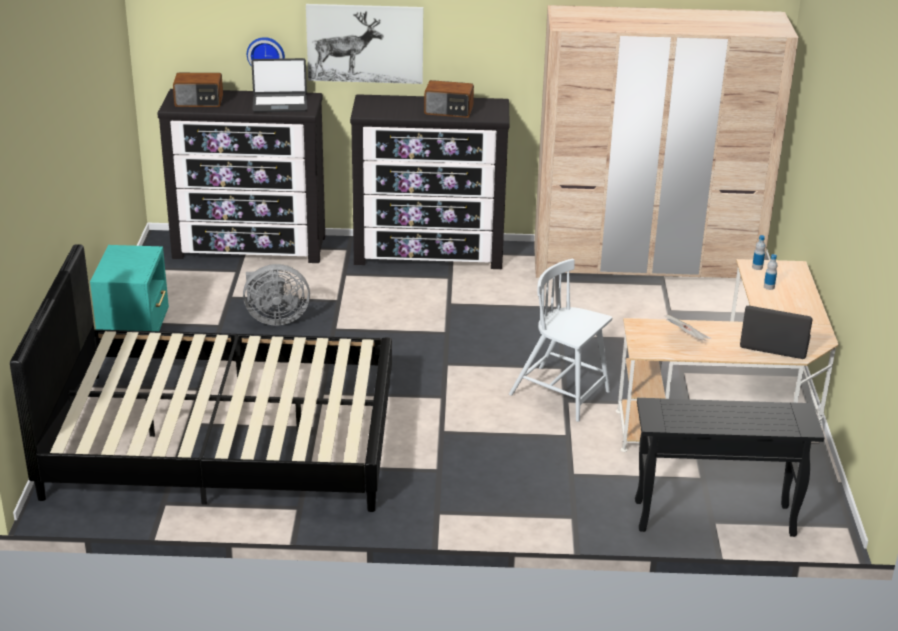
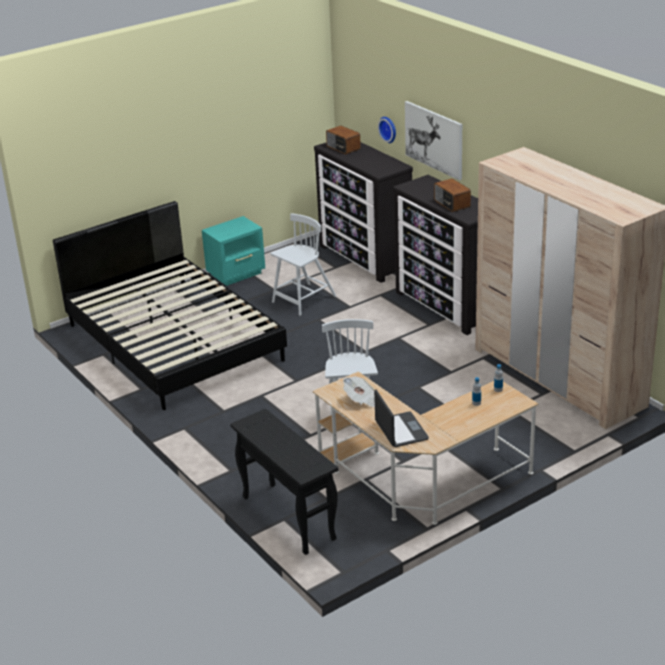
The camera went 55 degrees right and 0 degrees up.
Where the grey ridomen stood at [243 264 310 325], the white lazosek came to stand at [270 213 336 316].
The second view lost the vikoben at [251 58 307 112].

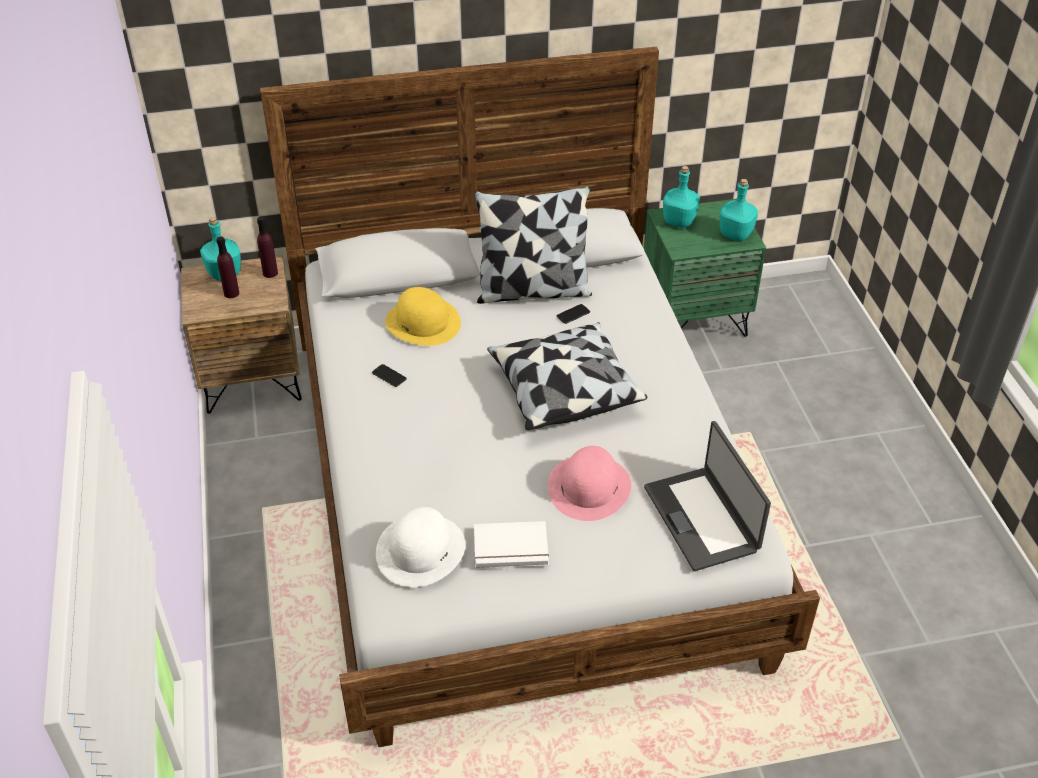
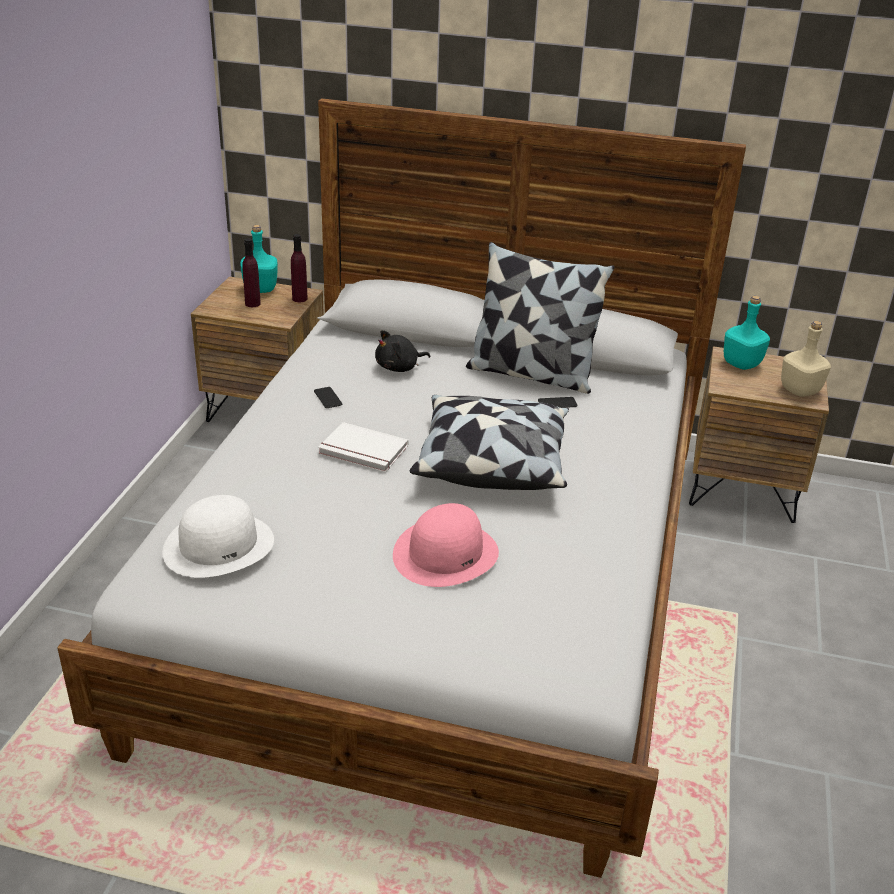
The camera went 25 degrees right and 10 degrees down.
Where the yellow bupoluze stood at [385 287 461 346], the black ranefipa came to stand at [375 330 430 372].
The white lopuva ended up elsewhere, having gone from [474 521 549 569] to [318 422 409 472].
What was the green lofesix at [644 199 766 337] turned into the brown lofesix at [689 346 829 523].
The second view lost the vikoben at [644 421 771 571].
What was the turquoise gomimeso at [720 179 758 241] turned into the beige gomimeso at [781 321 831 397].

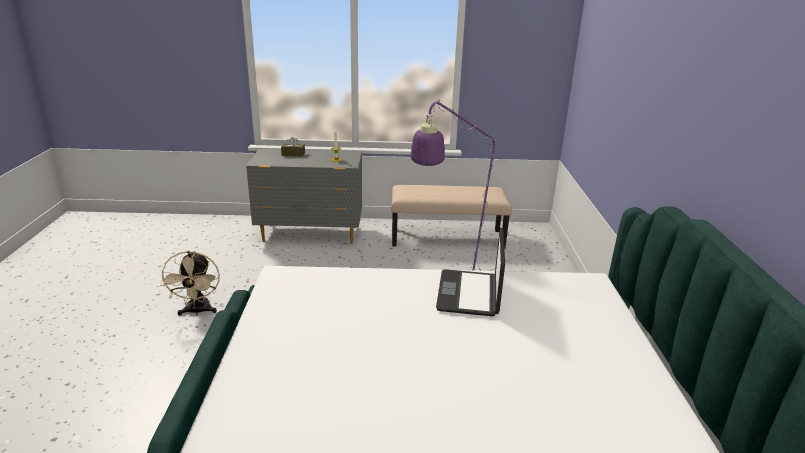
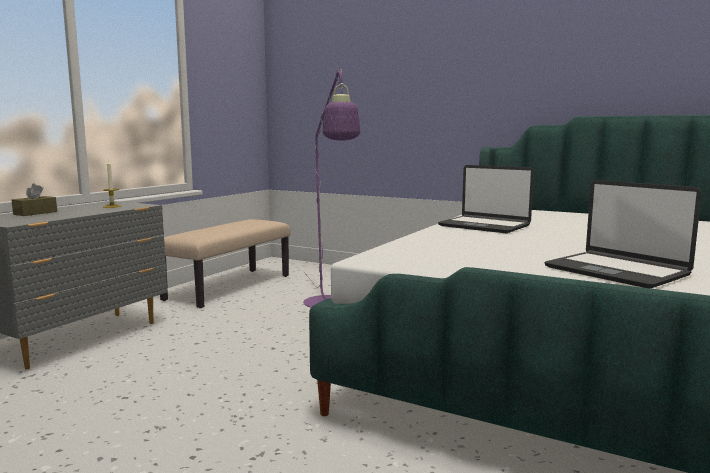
The camera went 60 degrees left and 15 degrees down.
The second view lost the beige ridomen at [160 251 220 316].
The second view gained the vikoben at [544 180 702 288].

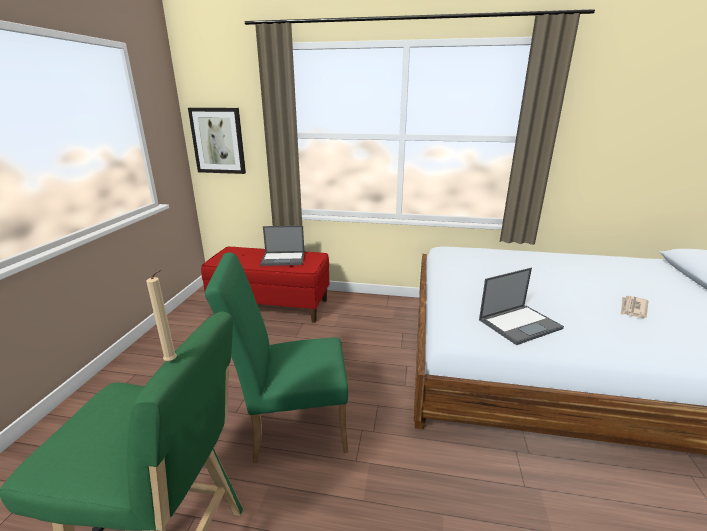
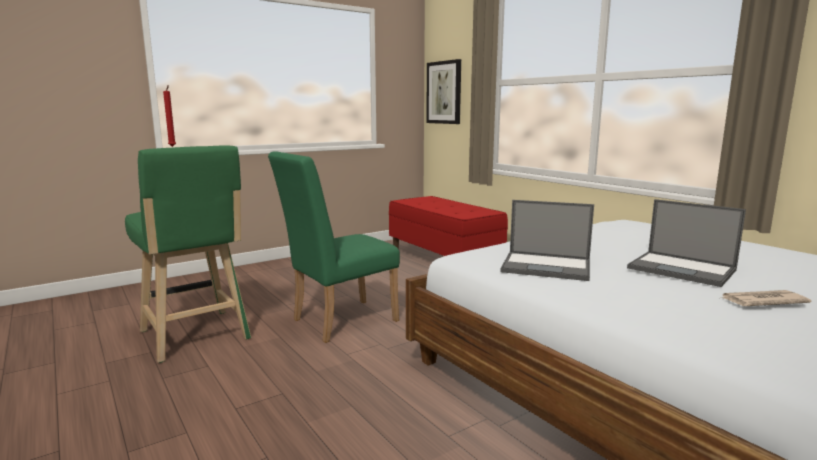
The camera went 45 degrees right and 10 degrees down.
What was the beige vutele at [146 269 177 361] turned into the red vutele at [163 85 176 147].
The green lazosek at [204 253 348 462] ended up facing another way, 75 degrees counterclockwise from before.
The vikoben ended up elsewhere, having gone from [260 226 305 266] to [627 199 746 287].

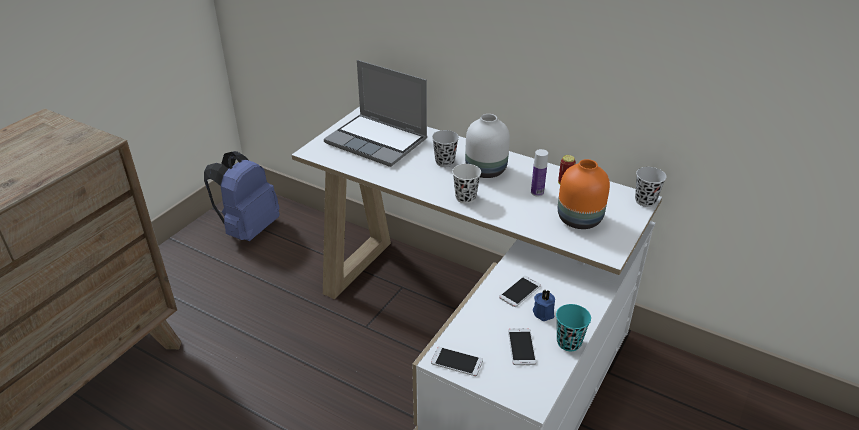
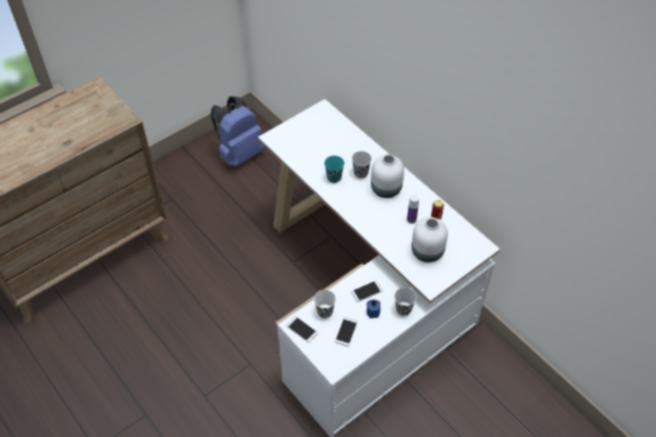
The camera went 20 degrees right and 15 degrees up.
The second view lost the vikoben at [324 60 427 167].
The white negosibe ended up elsewhere, having gone from [452 164 481 204] to [314 290 336 318].
The turquoise negosibe ended up elsewhere, having gone from [556 304 591 351] to [324 156 344 183].
What was the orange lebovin at [558 159 610 229] turned into the white lebovin at [412 217 448 263].
The black negosibe ended up elsewhere, having gone from [635 167 666 207] to [394 287 417 316].

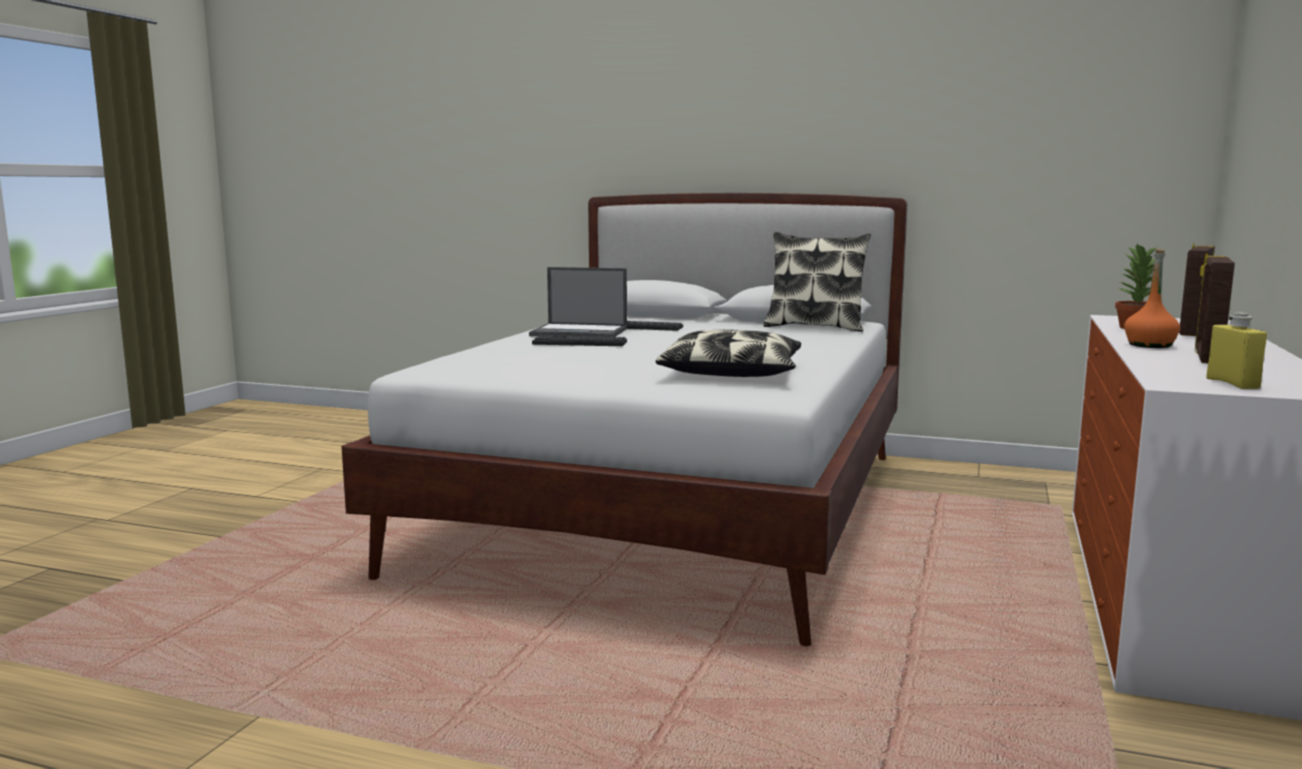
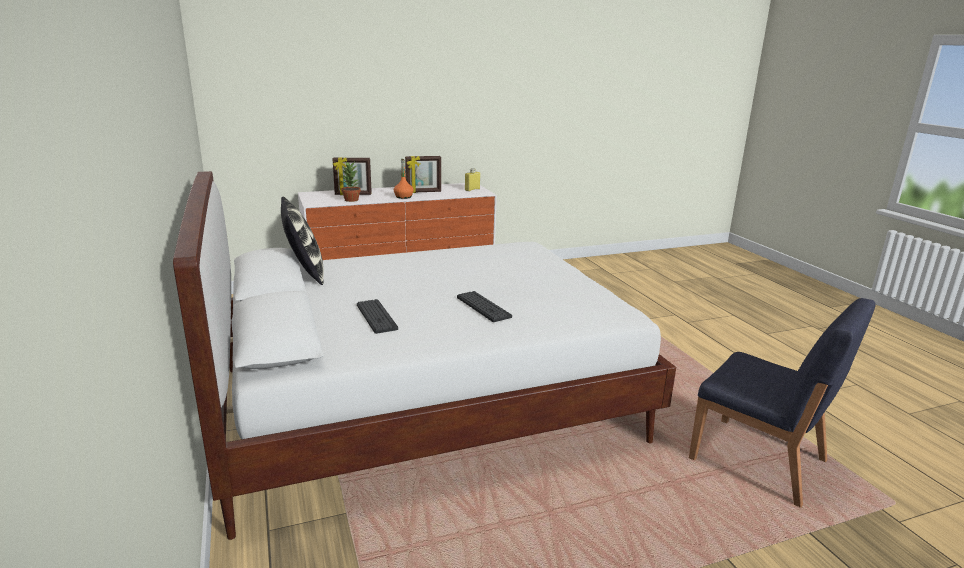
The camera went 130 degrees left and 10 degrees up.
The second view lost the vikoben at [529 267 627 337].
The second view lost the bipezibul at [656 330 801 377].
The second view gained the blue lazosek at [689 298 876 508].

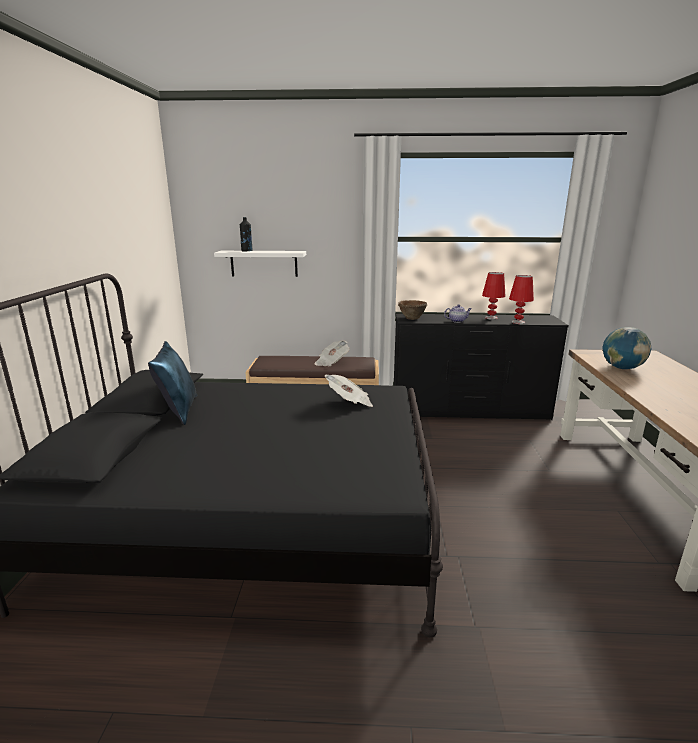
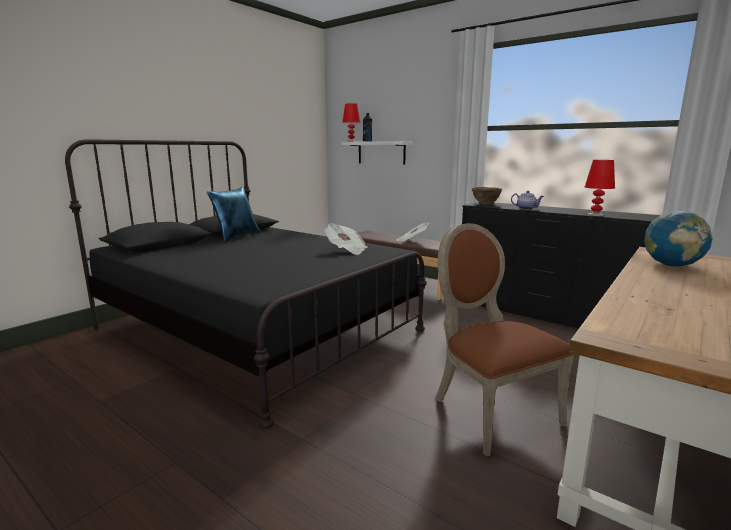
The camera went 35 degrees right and 5 degrees down.
The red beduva ended up elsewhere, having gone from [482 272 506 320] to [342 103 360 142].
The second view gained the brown lazosek at [434 223 574 457].

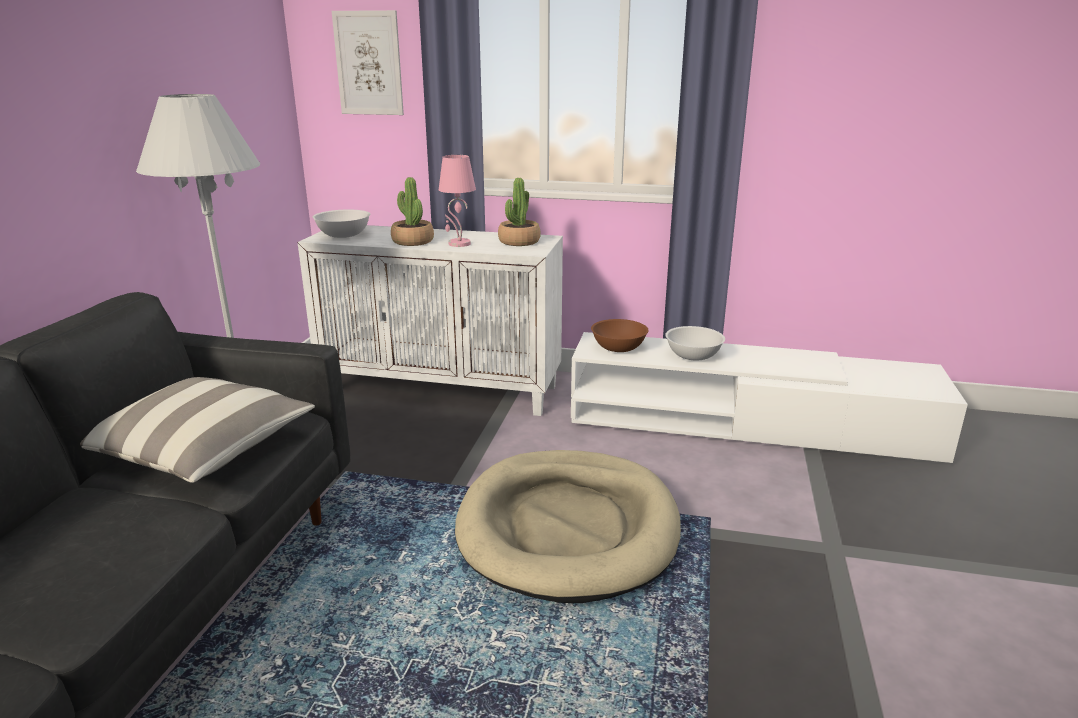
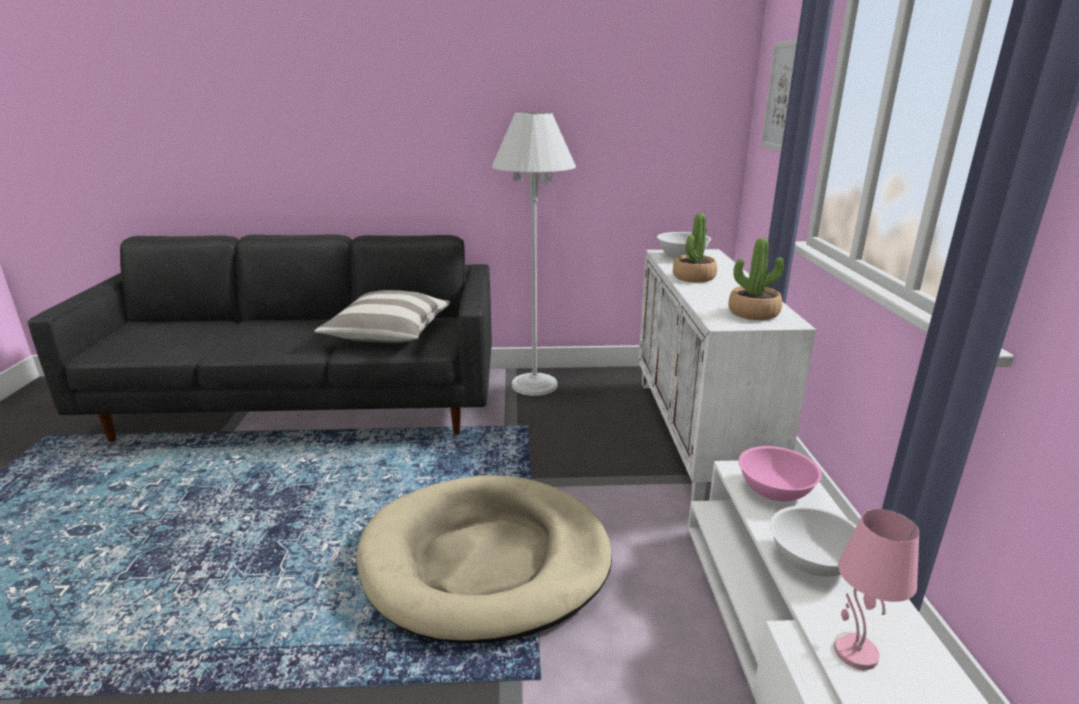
The camera went 75 degrees right and 0 degrees up.
The pink beduva ended up elsewhere, having gone from [439 155 476 247] to [834 509 919 670].
What was the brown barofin at [591 319 649 352] turned into the pink barofin at [739 446 822 501].

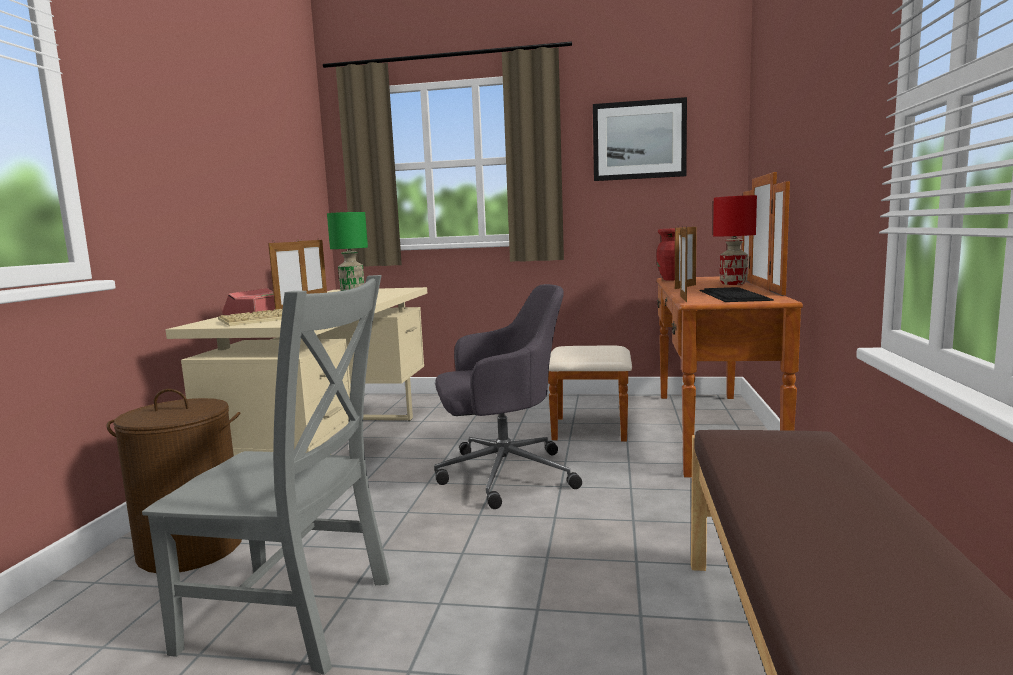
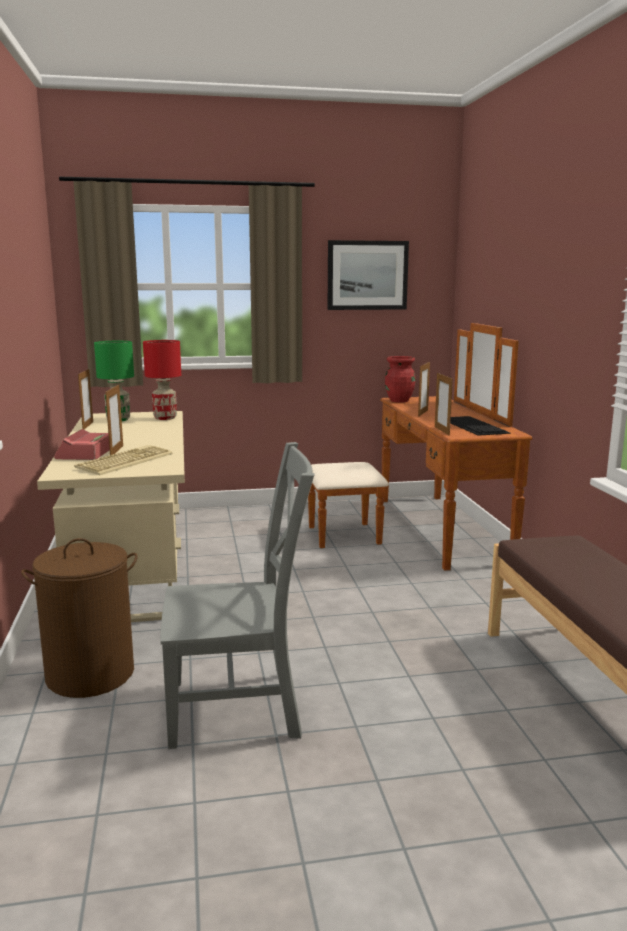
The camera went 20 degrees left and 5 degrees up.
The second view lost the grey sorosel at [434 284 582 509].
The red beduva ended up elsewhere, having gone from [713 195 757 285] to [143 340 181 420].

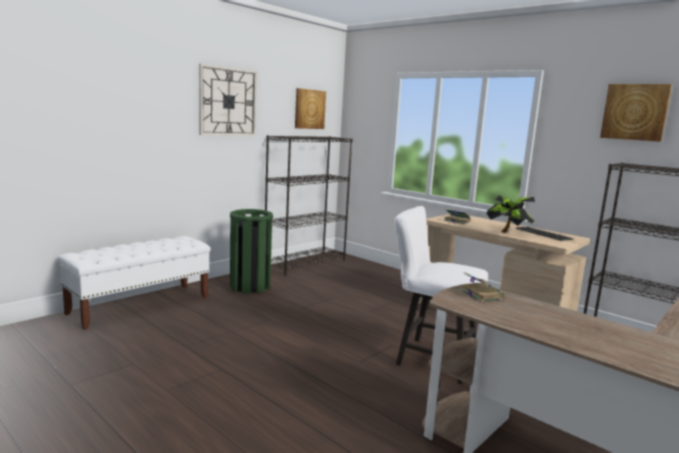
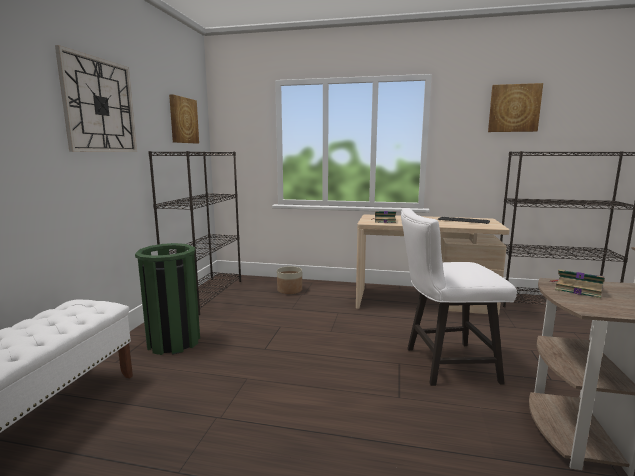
The camera went 30 degrees left and 0 degrees up.
The second view lost the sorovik at [486 195 535 233].
The second view gained the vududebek at [277 266 302 294].

